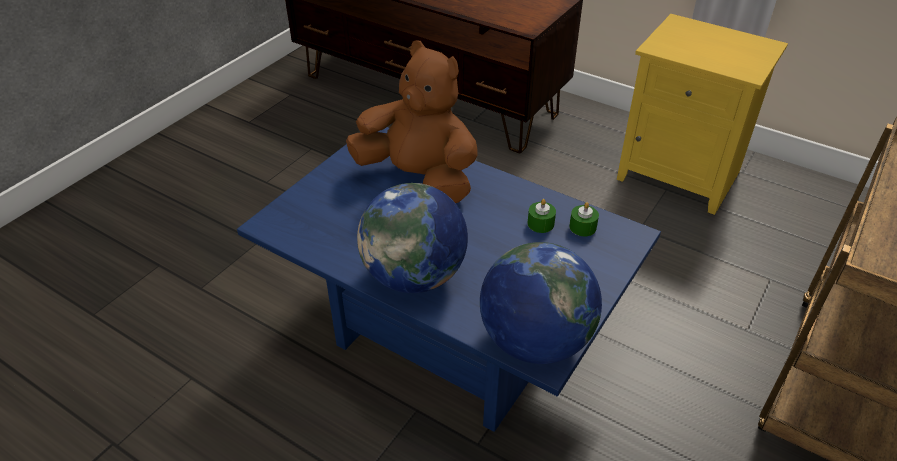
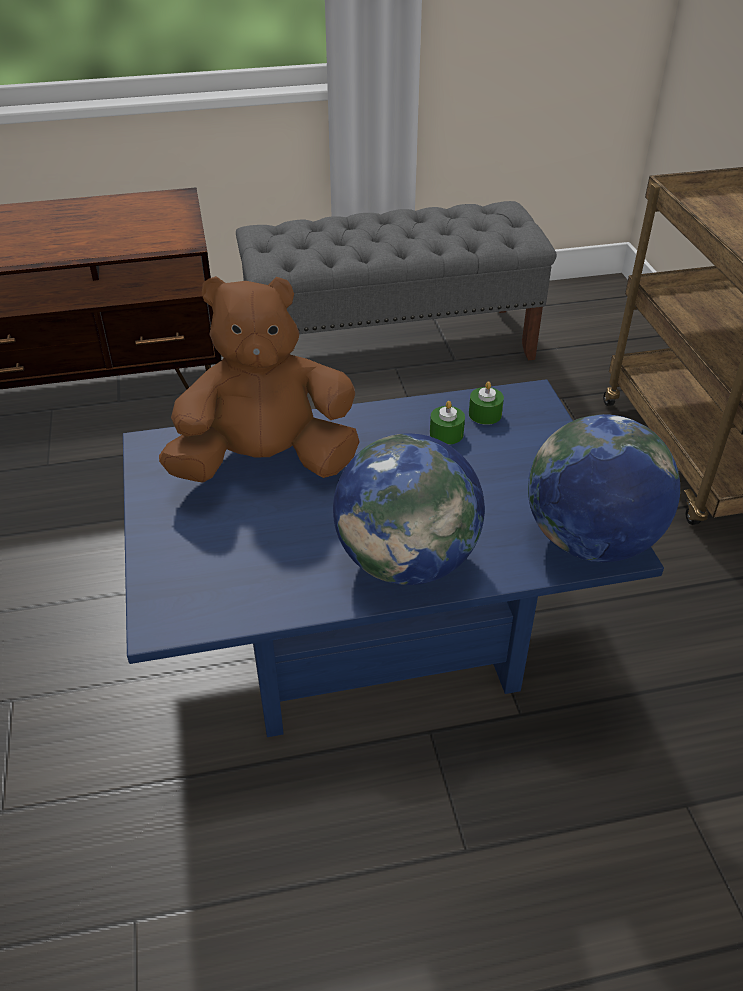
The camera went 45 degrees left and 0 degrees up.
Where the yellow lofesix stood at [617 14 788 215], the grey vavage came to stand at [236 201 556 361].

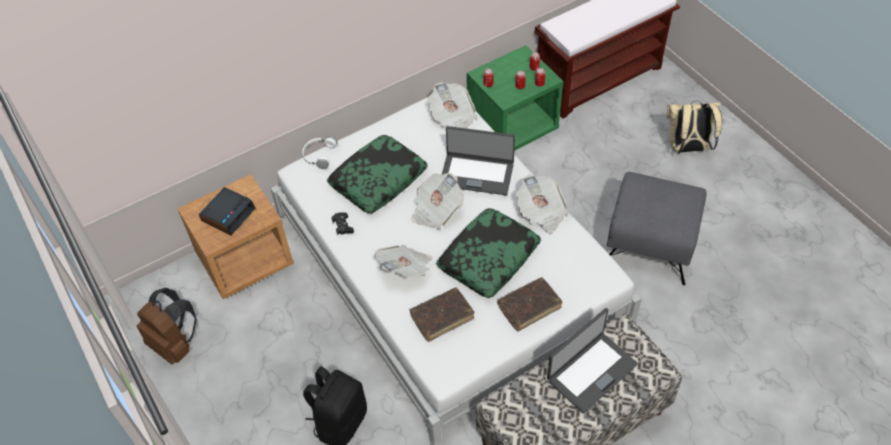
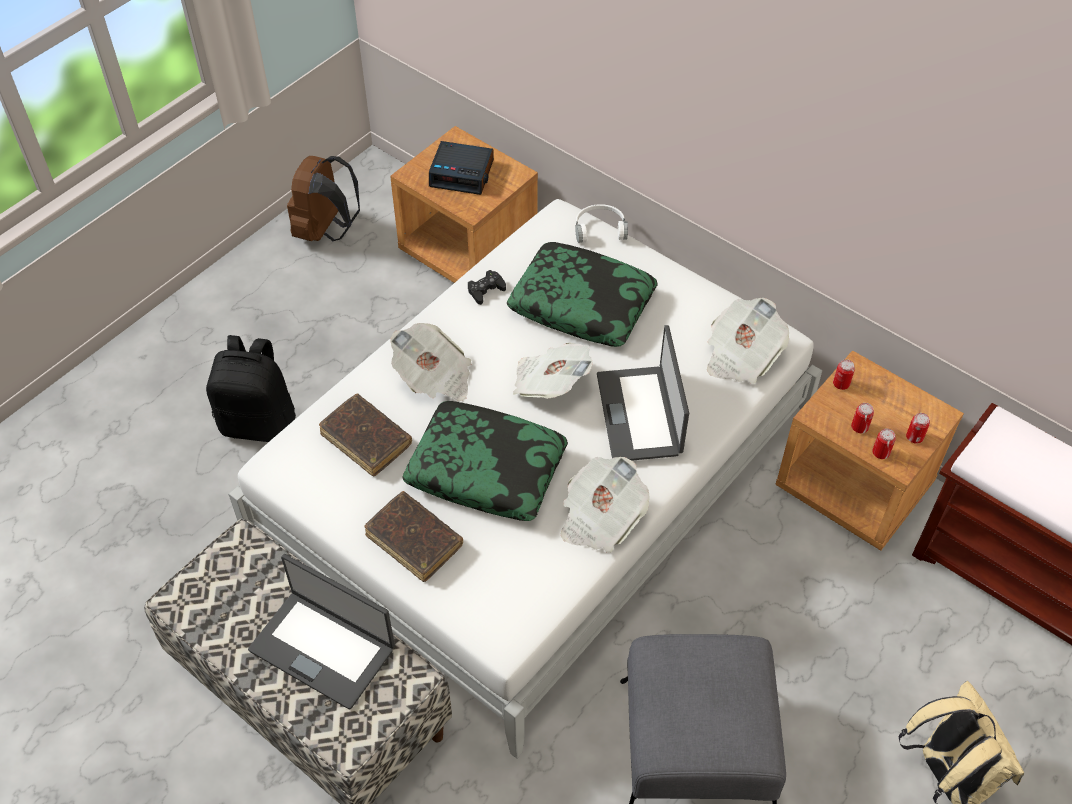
The camera went 70 degrees right and 0 degrees up.
What was the green lofesix at [467 45 563 151] turned into the brown lofesix at [775 350 964 551].

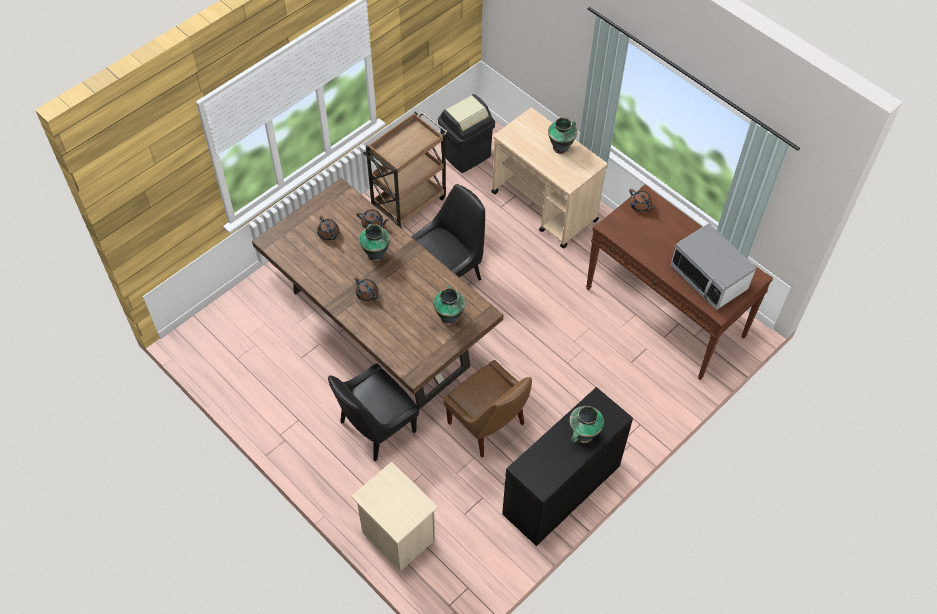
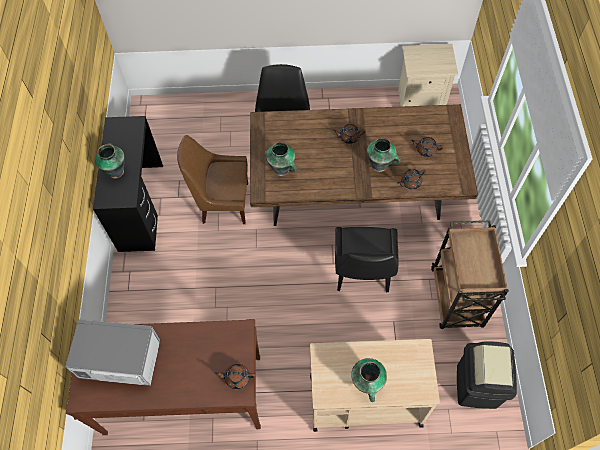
The camera went 135 degrees right and 5 degrees up.
The beige lofesix ended up elsewhere, having gone from [351 462 438 571] to [398 44 458 107].

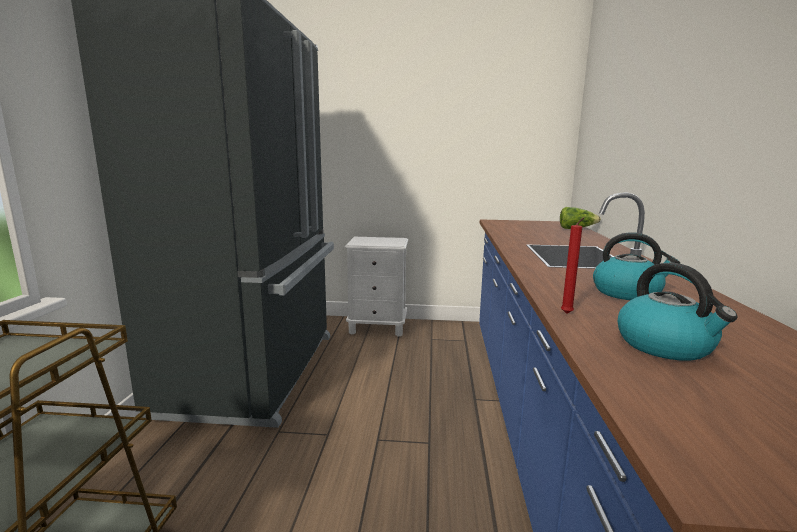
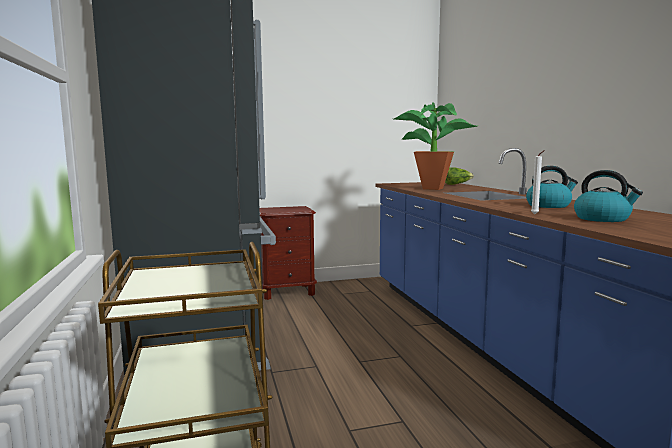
The camera went 20 degrees left and 5 degrees down.
What was the white lofesix at [345 237 408 337] turned into the brown lofesix at [259 206 317 300].
What was the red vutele at [561 217 585 314] turned into the white vutele at [531 150 545 214].
The second view gained the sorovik at [394 102 477 190].

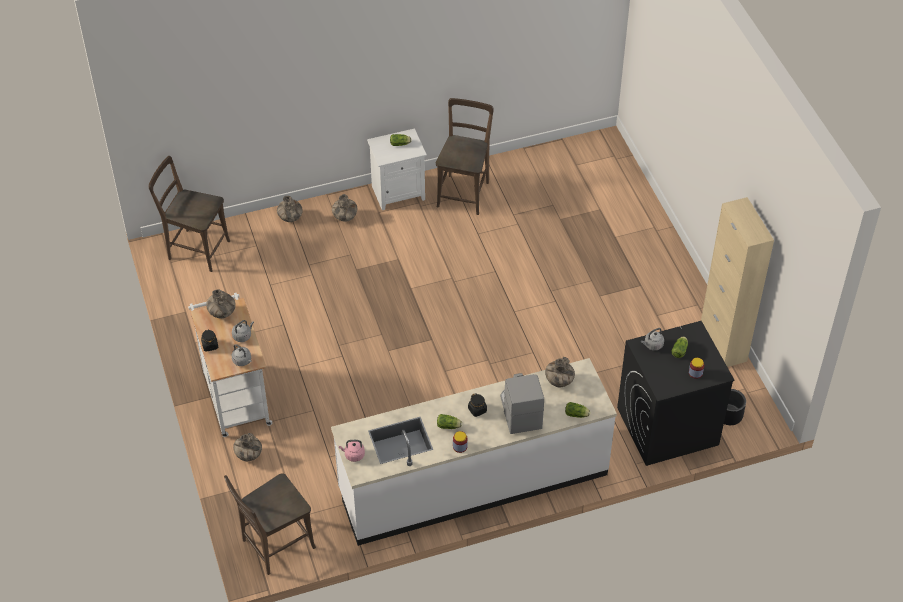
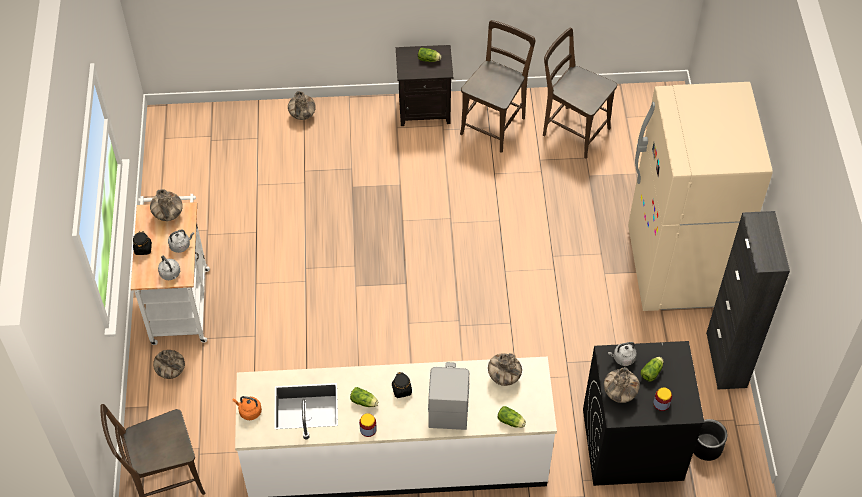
The camera went 15 degrees right and 5 degrees up.
The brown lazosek ended up elsewhere, having gone from [148 156 230 272] to [543 28 617 159].
The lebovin ended up elsewhere, having gone from [332 194 358 222] to [604 367 640 403].
What was the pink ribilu at [339 440 365 462] turned into the orange ribilu at [233 396 262 420].
What was the white lofesix at [367 128 427 210] turned into the black lofesix at [396 45 453 126].
What was the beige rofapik at [701 197 774 367] turned into the black rofapik at [706 211 790 389].
The second view gained the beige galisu at [628 82 773 311].

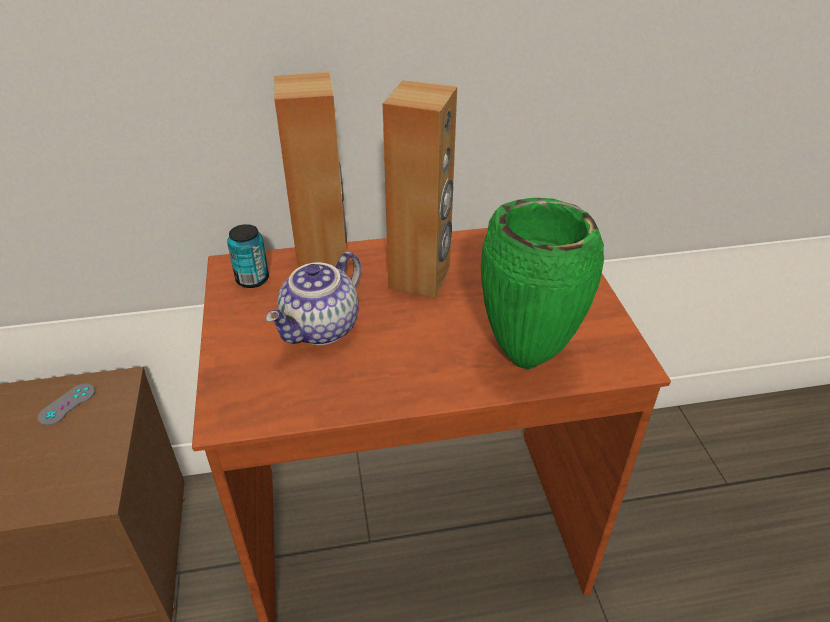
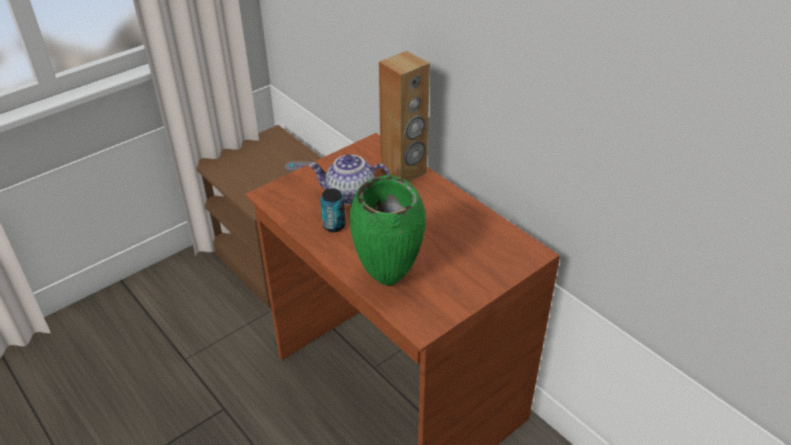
The camera went 60 degrees right and 0 degrees up.
The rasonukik ended up elsewhere, having gone from [227 224 269 288] to [320 189 346 232].
The second view lost the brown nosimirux at [383 80 457 298].

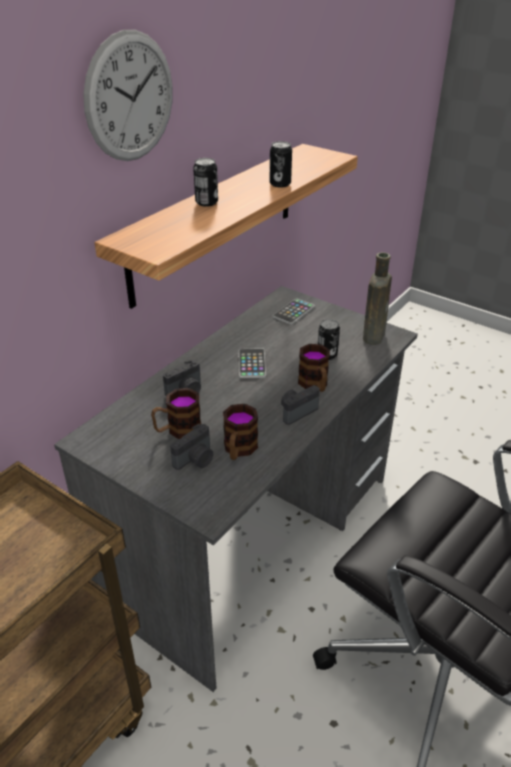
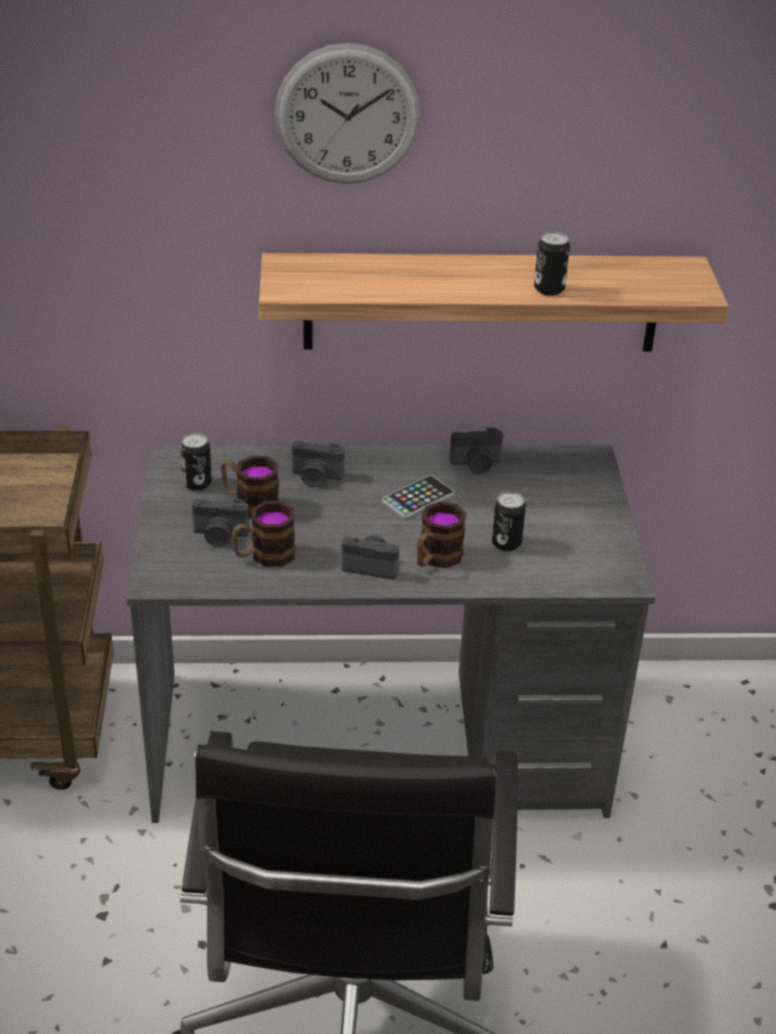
The camera went 50 degrees right and 0 degrees up.
The rasonukik ended up elsewhere, having gone from [193 158 218 207] to [180 433 212 491].
The second view lost the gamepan at [273 298 315 325].
The second view lost the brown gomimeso at [363 252 392 345].
The second view gained the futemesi at [449 428 503 474].

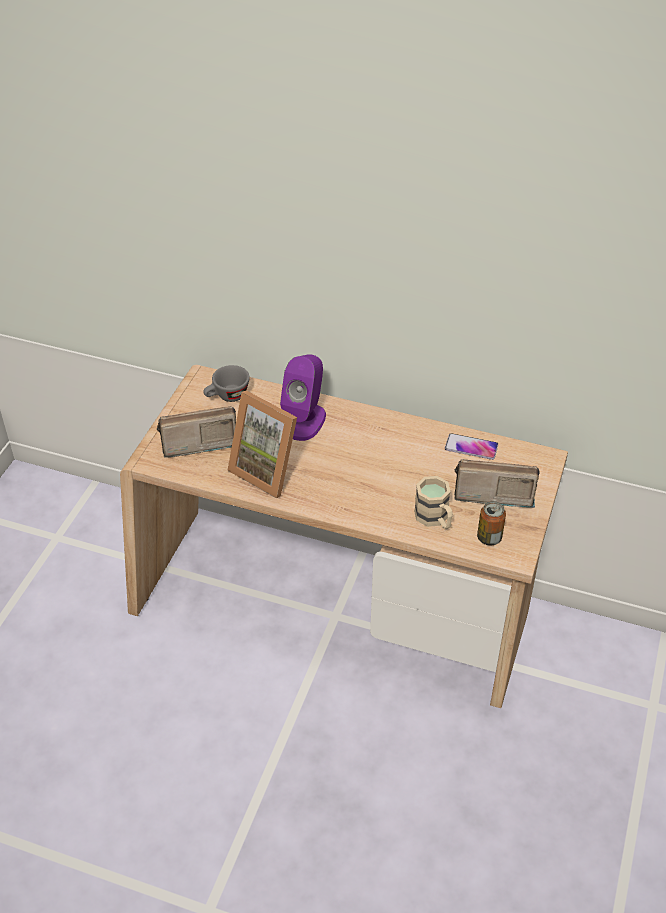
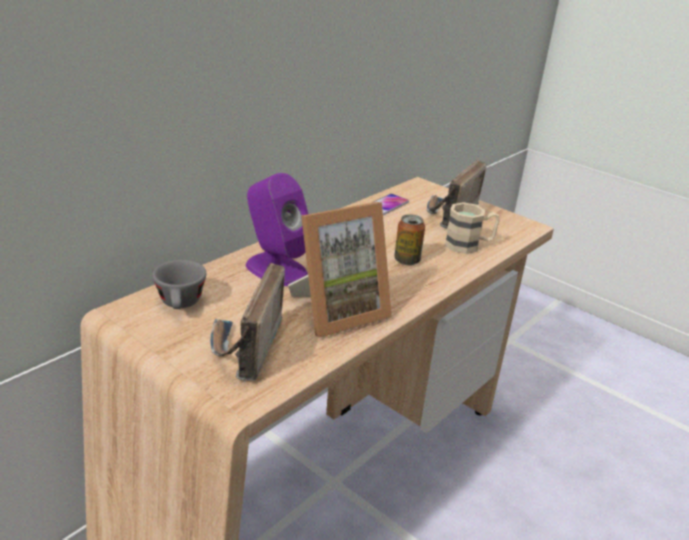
The camera went 70 degrees left and 15 degrees down.
The rasonukik ended up elsewhere, having gone from [477 501 506 545] to [394 214 425 265].

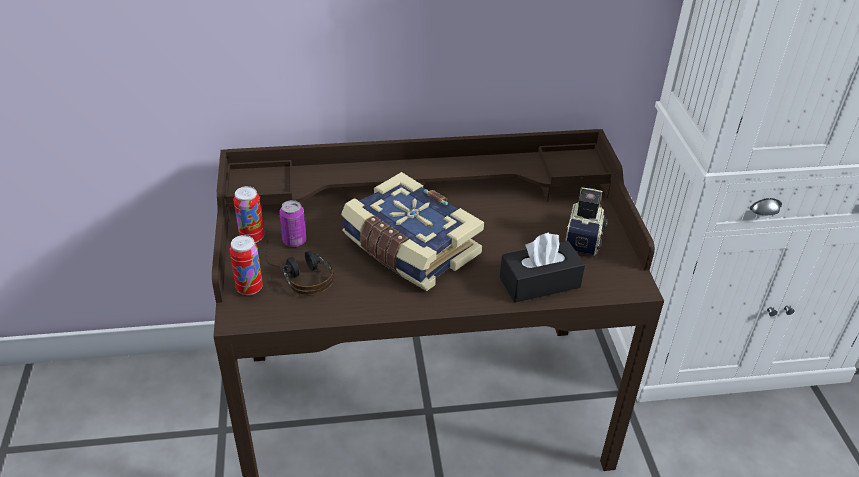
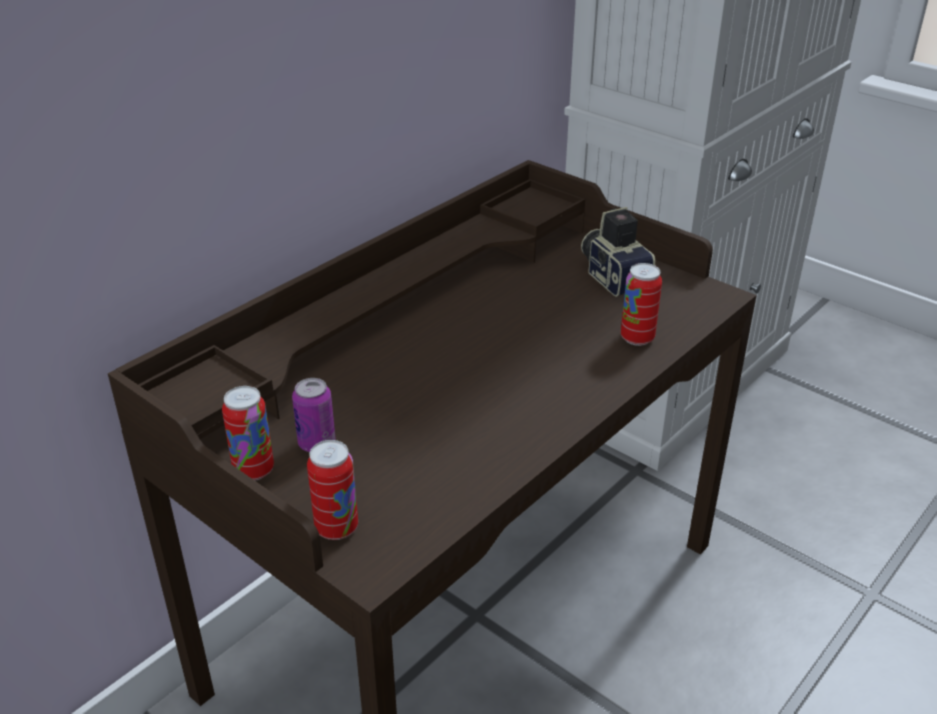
The camera went 40 degrees left and 5 degrees down.
The second view lost the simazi at [266 238 334 295].
The second view lost the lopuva at [341 172 484 291].
Where the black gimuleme stood at [500 233 585 303], the rasonukik came to stand at [621 263 662 346].

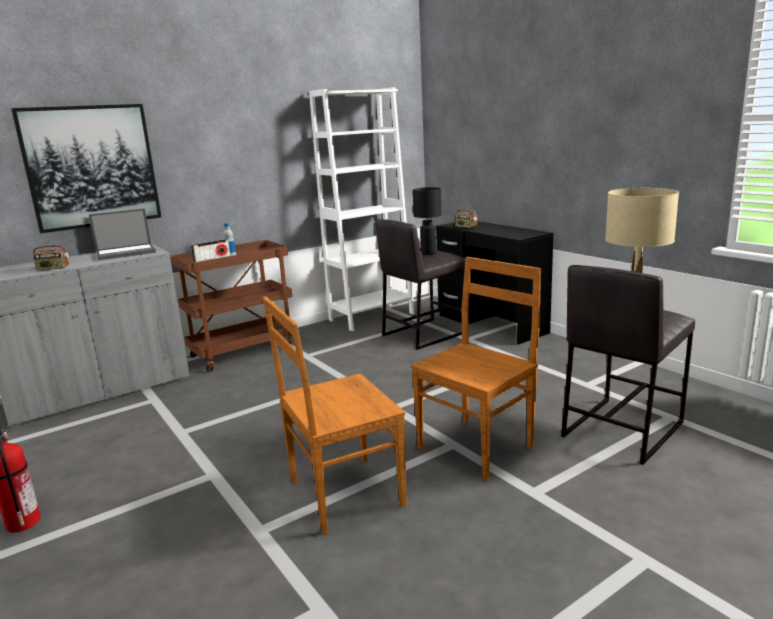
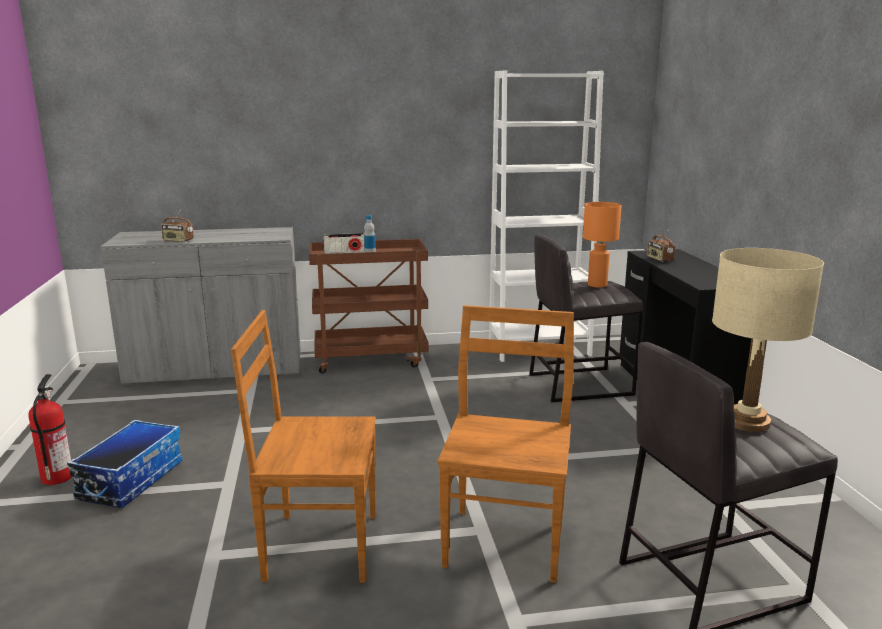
The camera went 25 degrees right and 0 degrees up.
The second view lost the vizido at [11 104 161 233].
The second view lost the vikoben at [89 208 156 260].
The brown lazosek at [411 257 541 481] ended up facing another way, 60 degrees counterclockwise from before.
What was the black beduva at [413 187 441 255] turned into the orange beduva at [583 202 622 288].
The second view gained the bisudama at [67 420 183 508].

